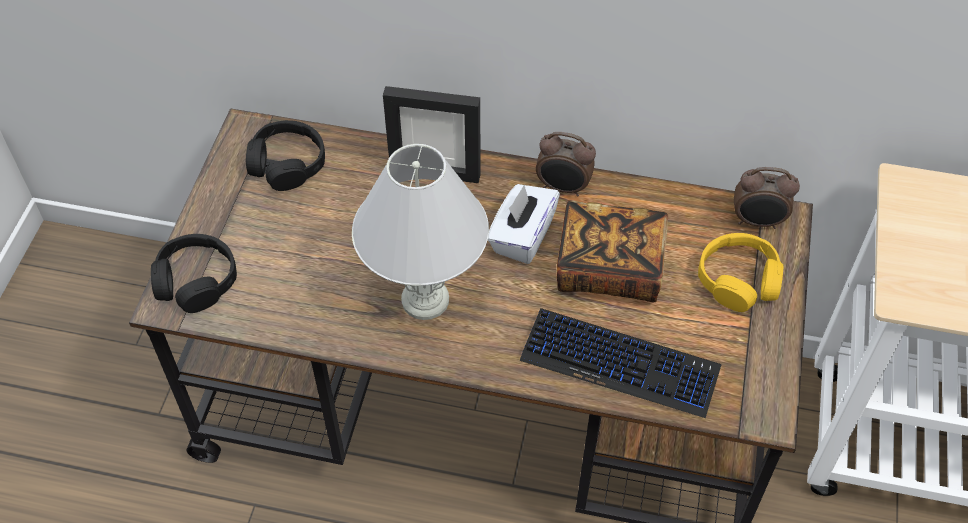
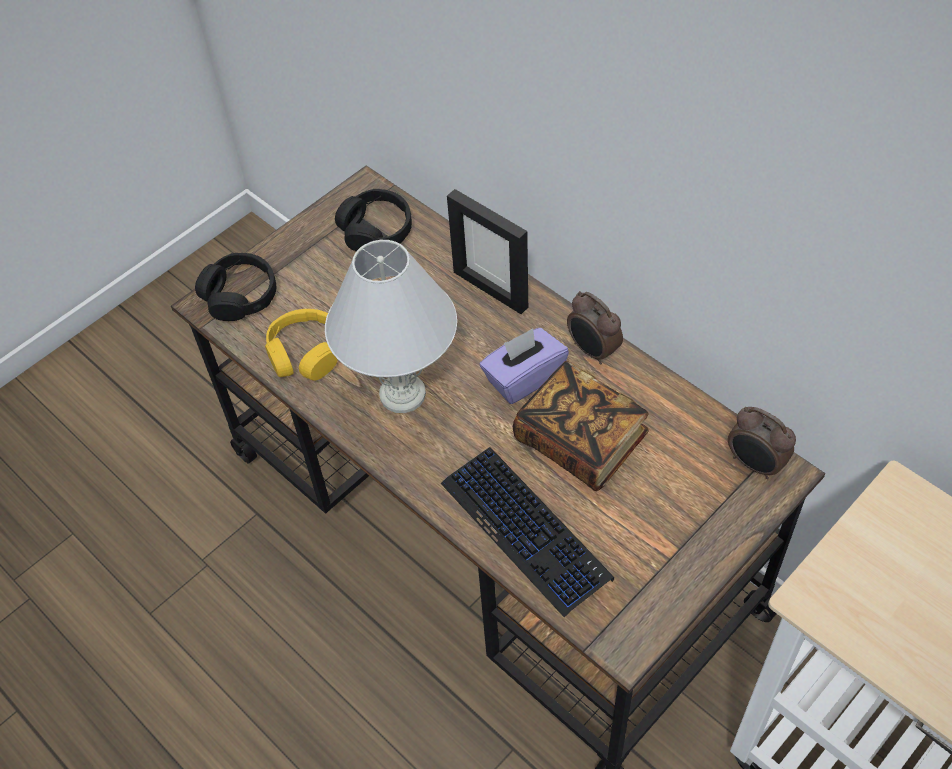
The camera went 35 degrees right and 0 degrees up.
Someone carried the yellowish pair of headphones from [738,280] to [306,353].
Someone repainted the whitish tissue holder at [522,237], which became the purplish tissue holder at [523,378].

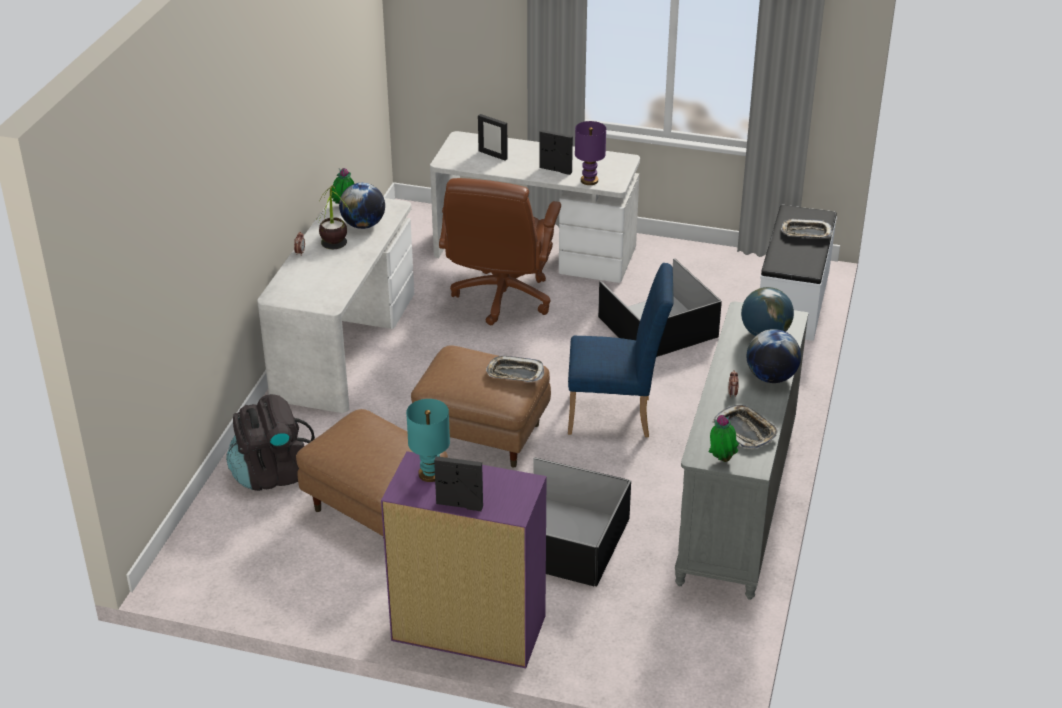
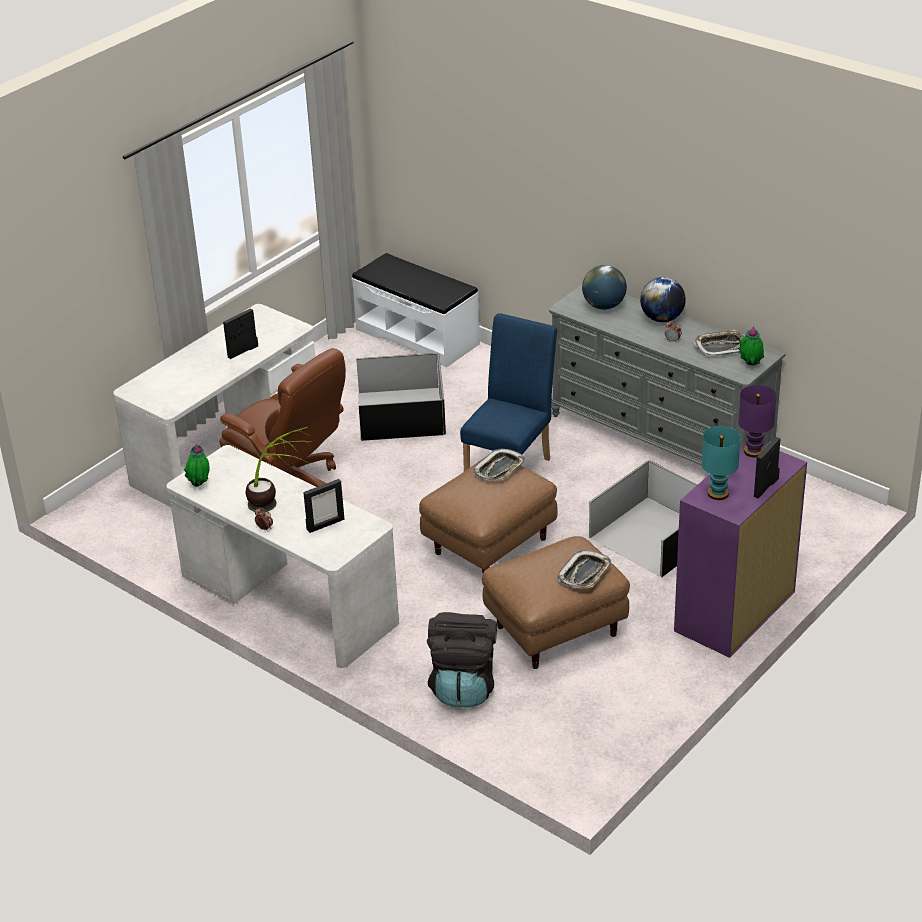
The camera went 65 degrees left and 0 degrees up.
Someone took away the desk globe at [363,225].
Someone carried the picture frame from [493,154] to [325,524].
Someone carried the purplish lamp for a table from [589,180] to [753,451].
Someone carried the serving tray from [806,233] to [585,574].

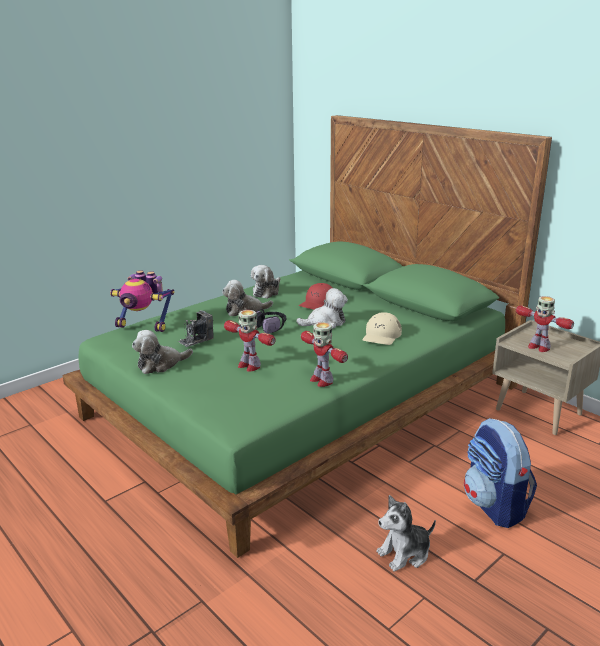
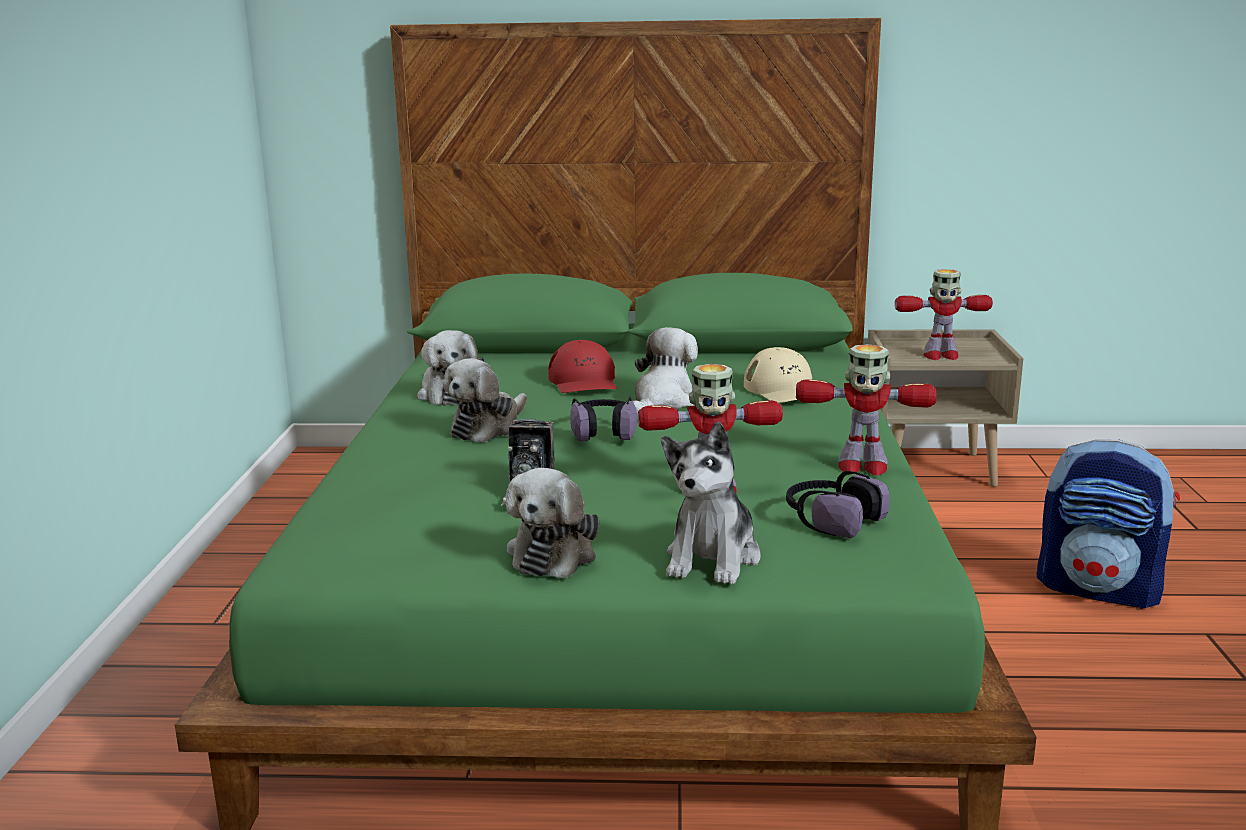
The camera went 45 degrees left and 5 degrees down.
Someone took away the robot figure at [144,326].
Someone put down the pair of headphones at [831,520].
Someone carried the cuddly toy from [405,553] to [713,558].

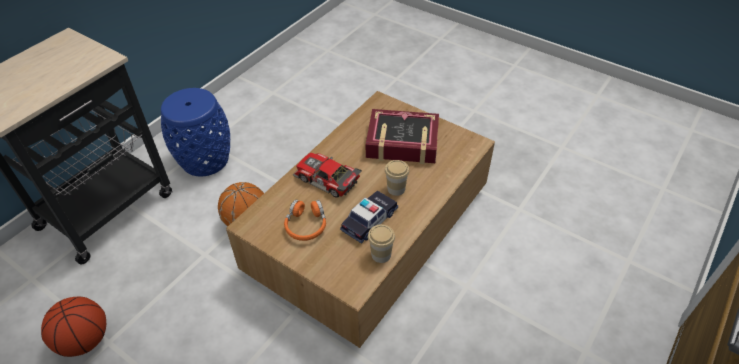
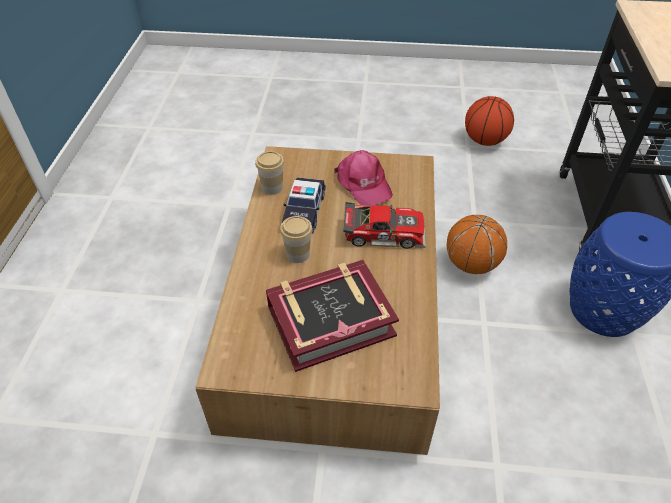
The camera went 150 degrees right and 0 degrees up.
Someone swapped the orange pair of headphones at [306,225] for the pink baseball cap at [363,184].

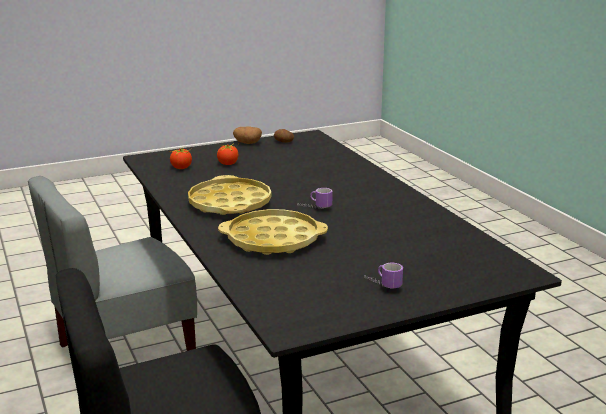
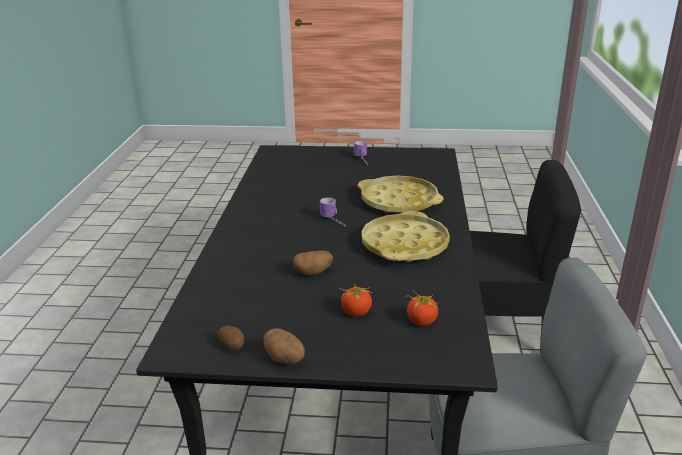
The camera went 150 degrees left and 5 degrees up.
Someone put down the whole potato at [313,272].

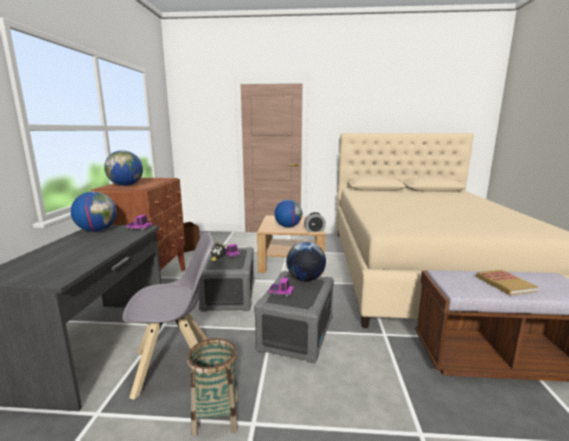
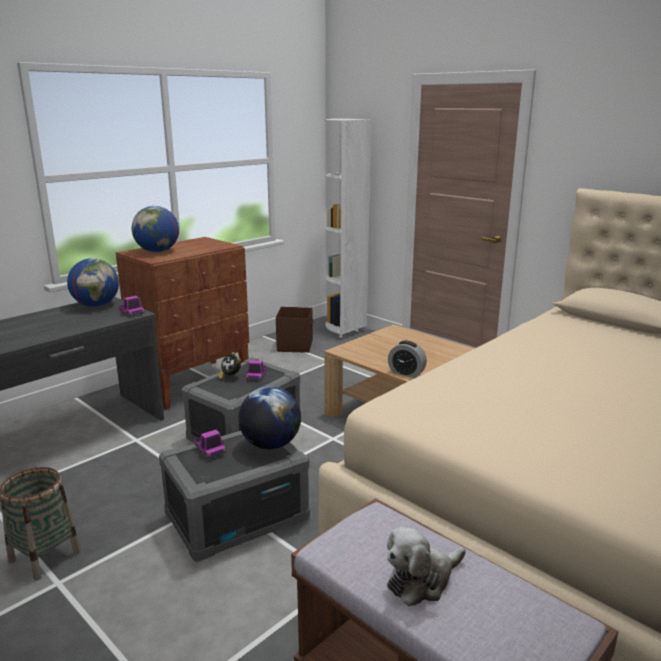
The camera went 40 degrees right and 5 degrees up.
Someone took away the grey plain chair at [177,365].
Someone took away the desk globe at [288,226].
Someone put down the whitish bookcase at [342,330].
Someone swapped the bound book at [504,284] for the cuddly toy at [422,580].

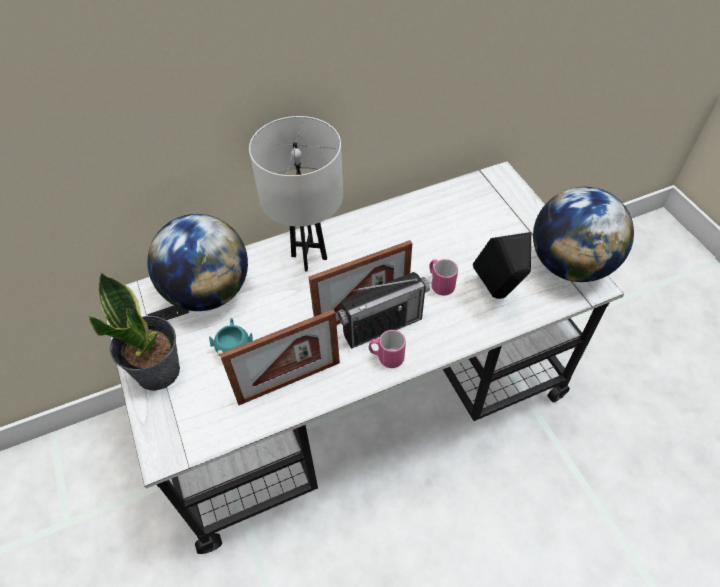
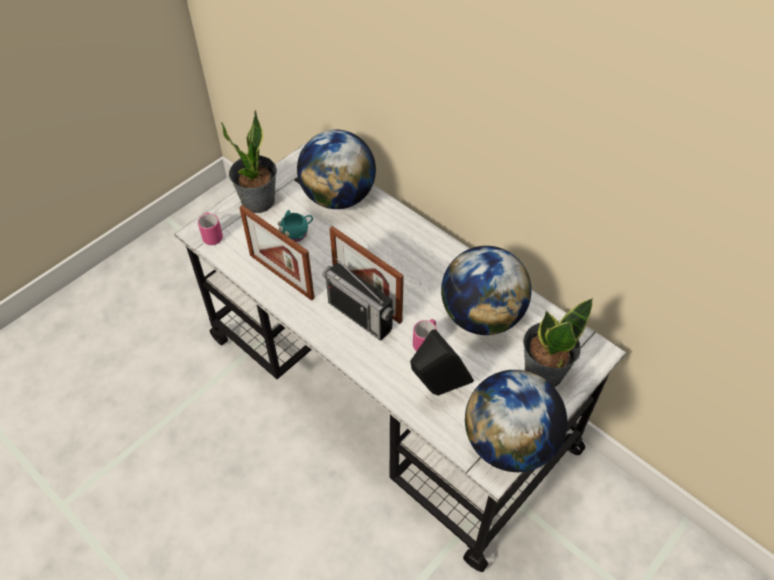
The camera went 65 degrees right and 0 degrees up.
Someone took away the whitish lamp for a table at [309,257].
Someone put down the desk globe at [481,316].
Someone put down the potted plant at [543,371].
Someone carried the pink coffee mug from [386,357] to [212,235].

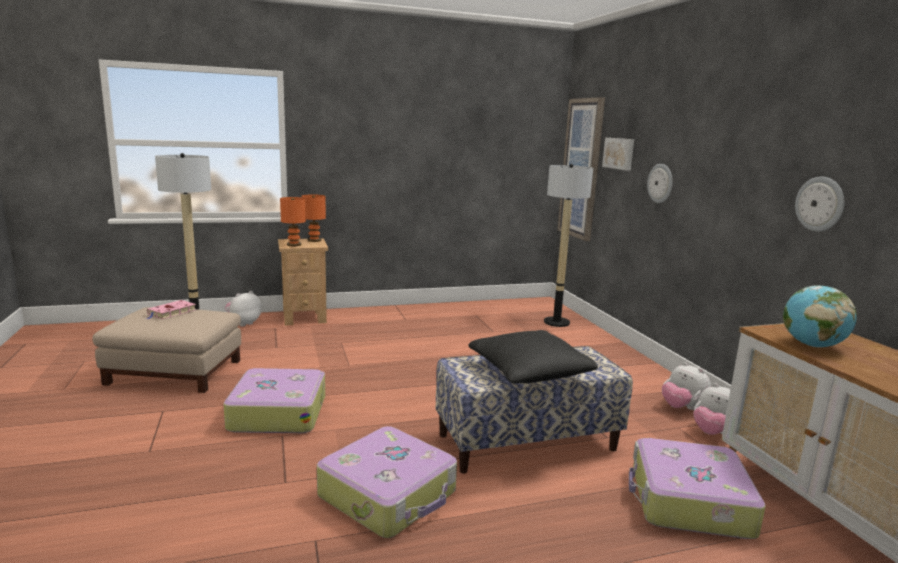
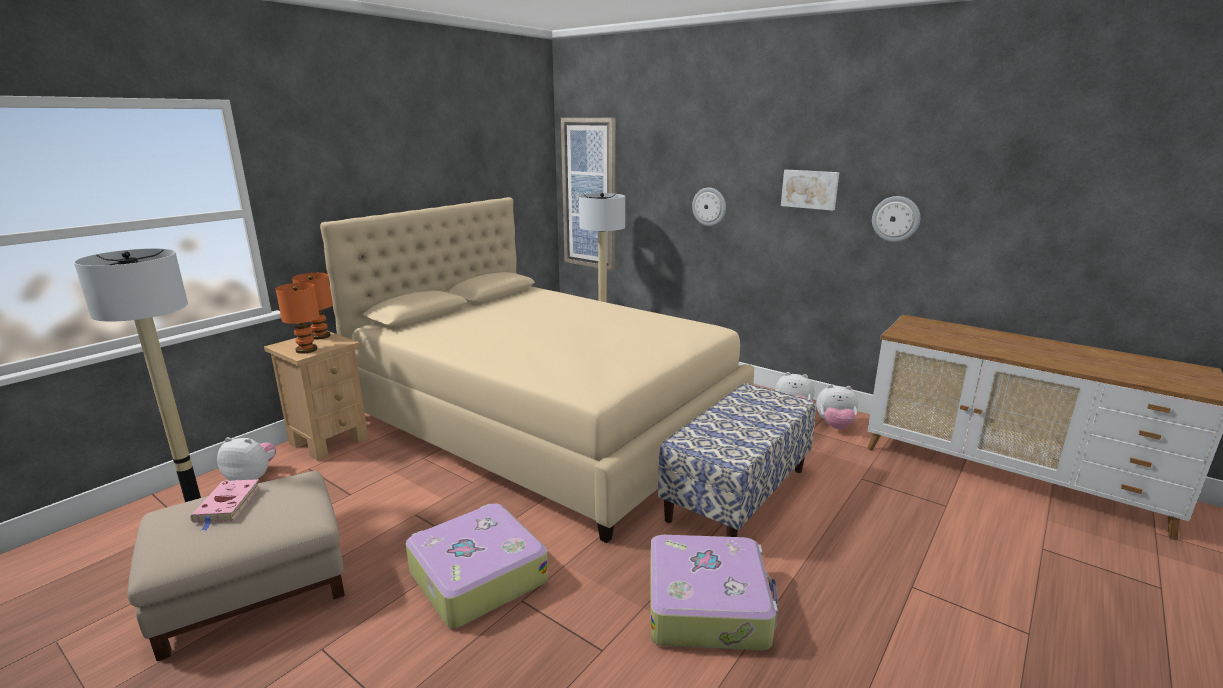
The camera went 35 degrees left and 5 degrees up.
Someone took away the black-coloured cushion at [529,372].
Someone took away the travel case at [688,502].
Someone took away the desk globe at [812,345].
Someone put down the beige-coloured bed at [546,421].
Someone carried the picture from [619,153] to [810,189].
Someone rotated the cuddly toy at [243,323] by 90 degrees clockwise.

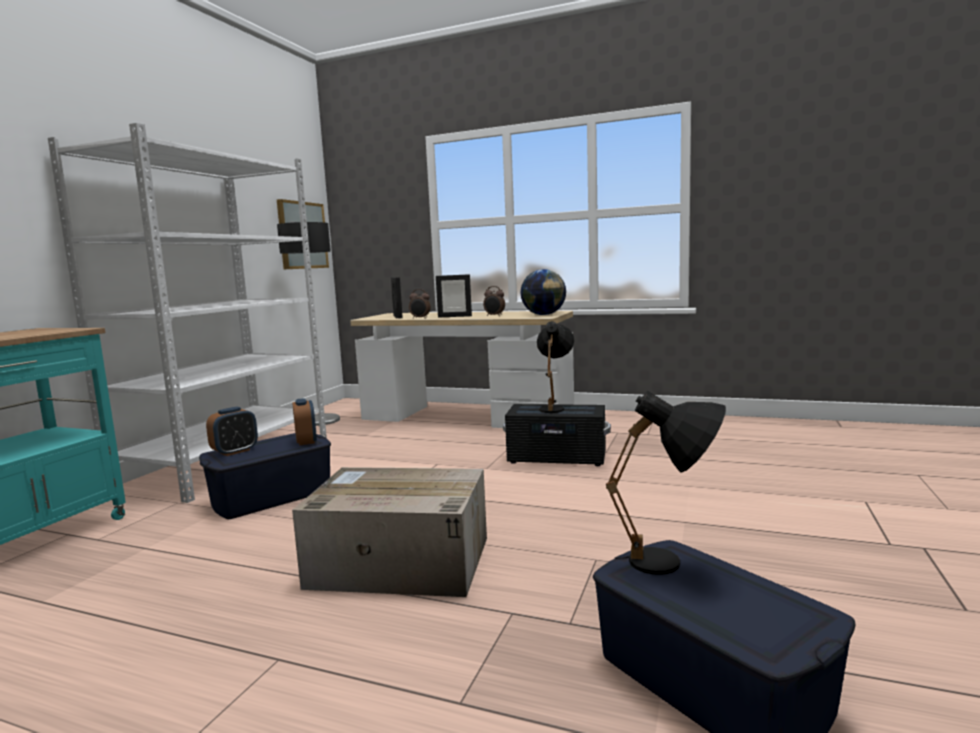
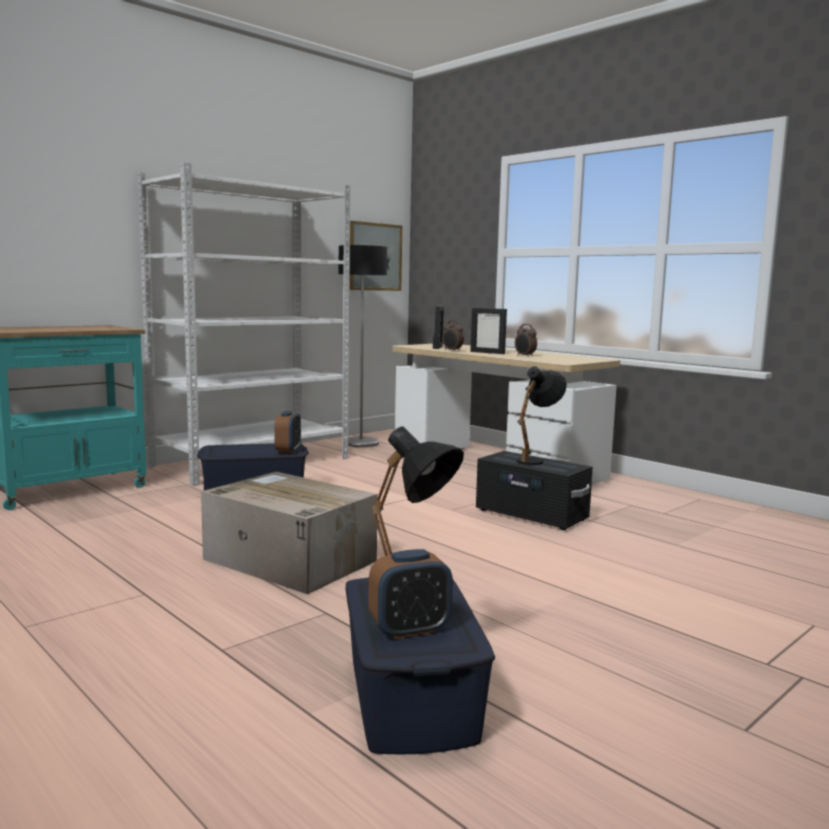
The camera went 25 degrees right and 0 degrees up.
Someone took away the desk globe at [543,315].
Someone carried the table clock from [235,451] to [409,630].

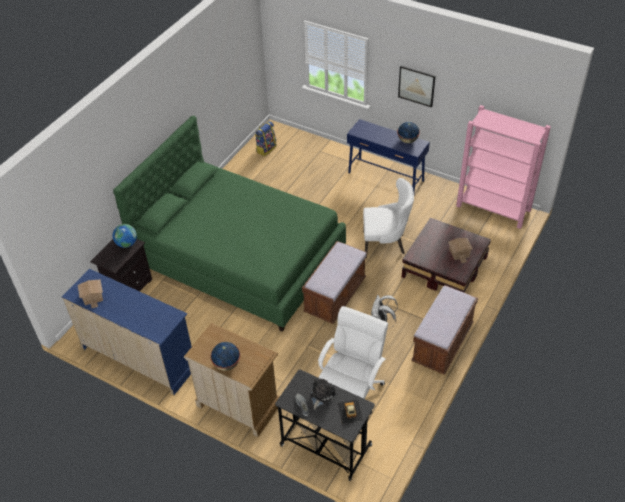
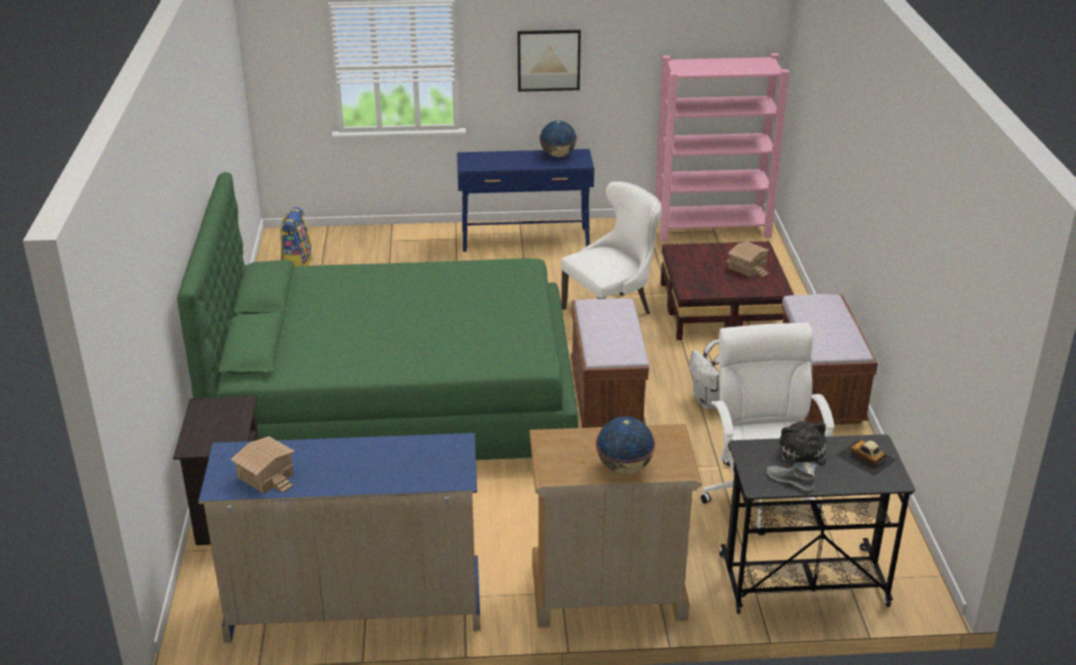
The camera went 35 degrees left and 15 degrees down.
Someone took away the desk globe at [127,244].

